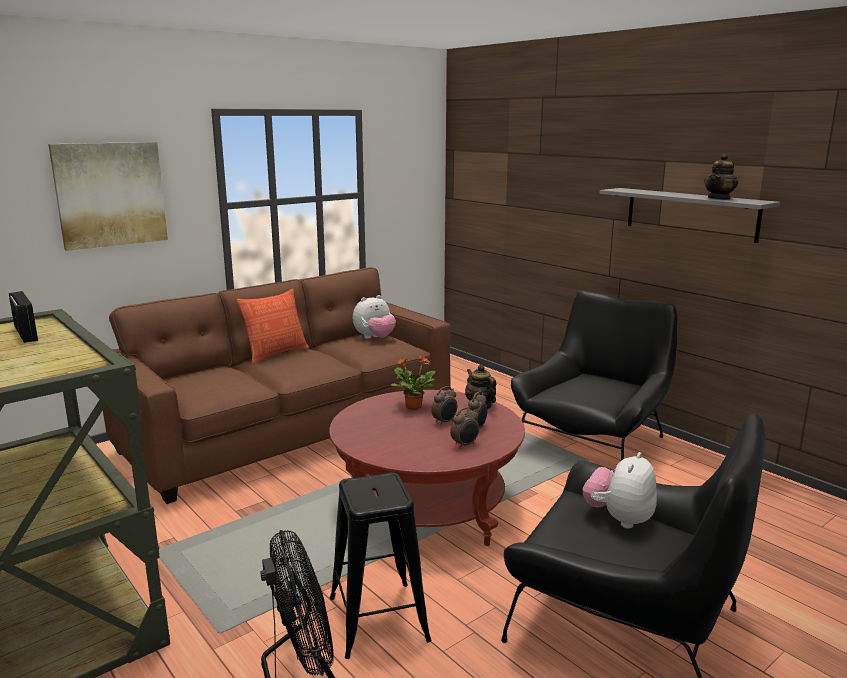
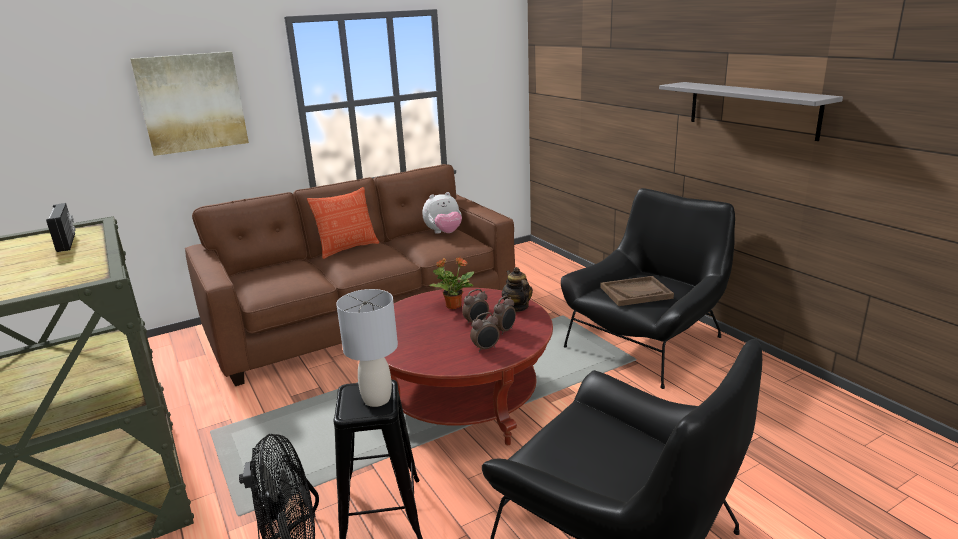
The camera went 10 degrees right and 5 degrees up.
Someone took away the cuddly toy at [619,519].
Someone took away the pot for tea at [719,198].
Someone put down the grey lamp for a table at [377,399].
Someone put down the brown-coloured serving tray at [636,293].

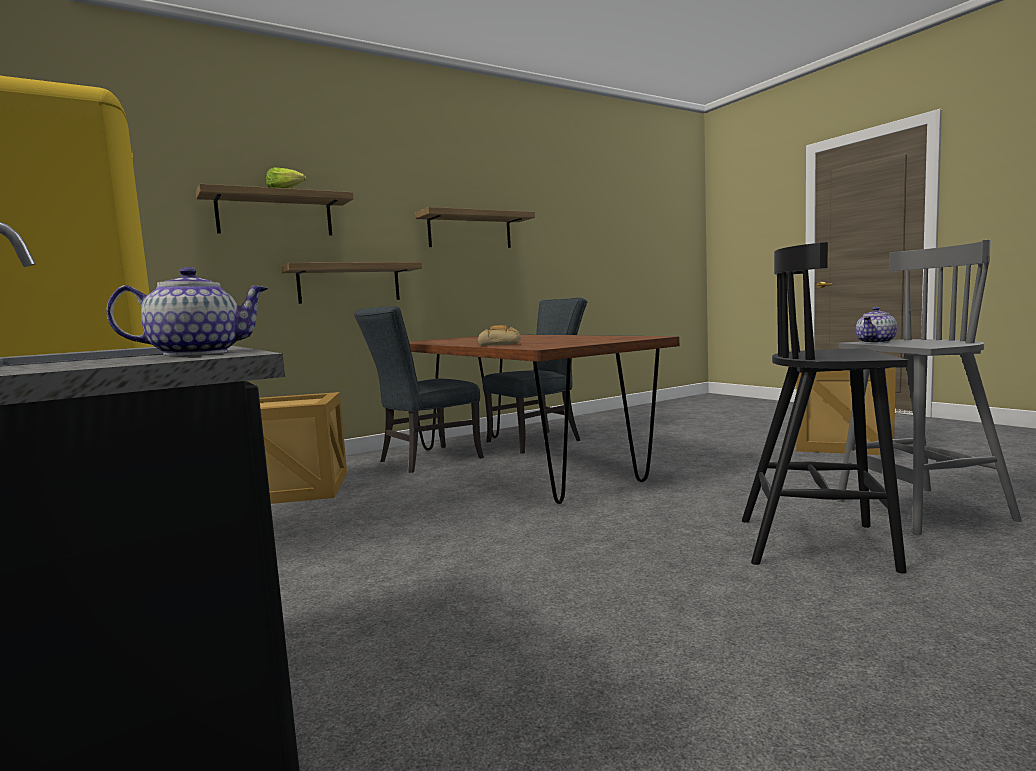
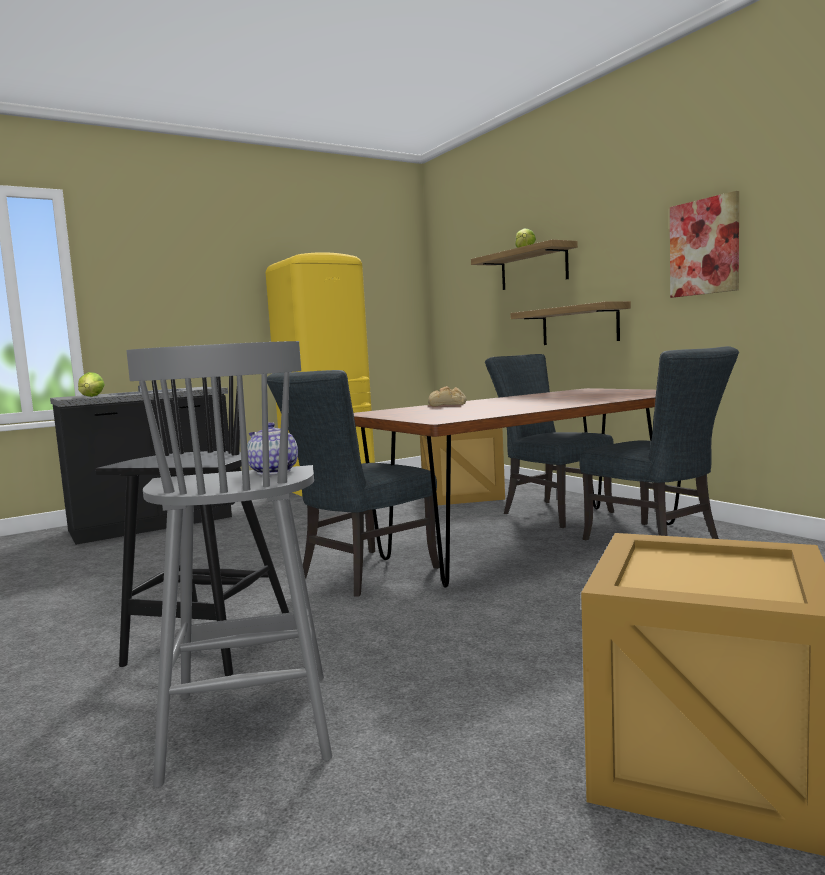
The camera went 90 degrees right and 0 degrees up.
Someone put down the grey plain chair at [361,574].
Someone swapped the pot for tea at [198,353] for the lettuce at [91,397].
Someone swapped the bracket shelf at [470,231] for the picture at [704,247].

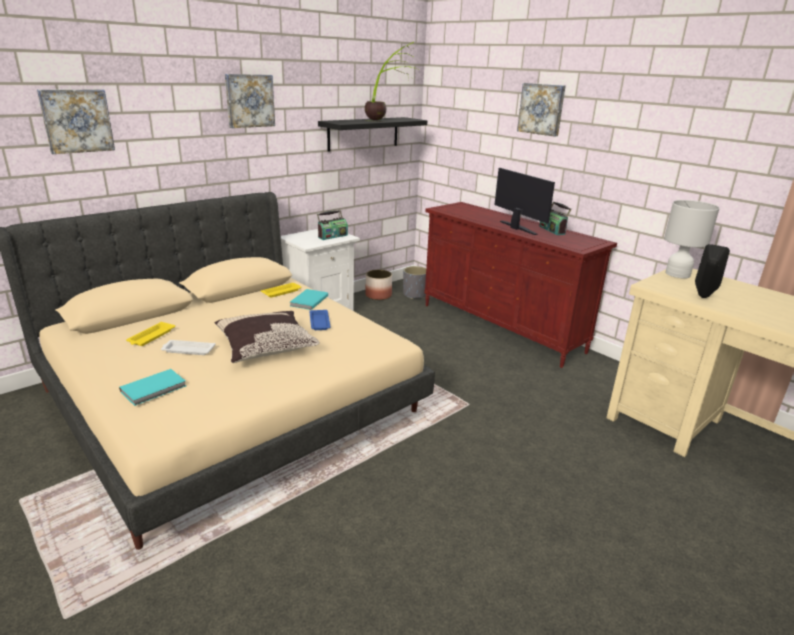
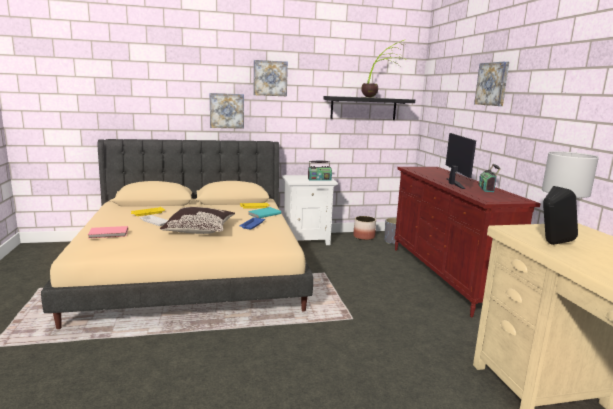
The camera went 30 degrees right and 10 degrees down.
Someone carried the picture from [76,121] to [226,110].
Someone repainted the turquoise bound book at [155,389], which became the pink bound book at [109,234].

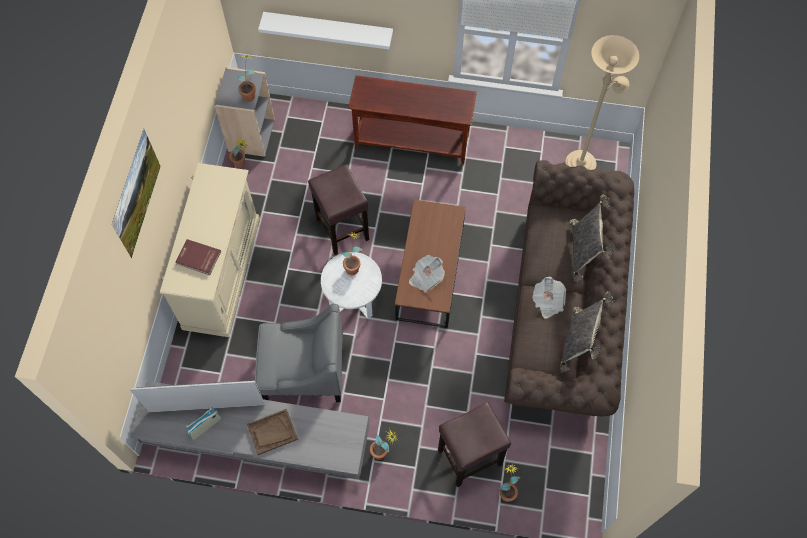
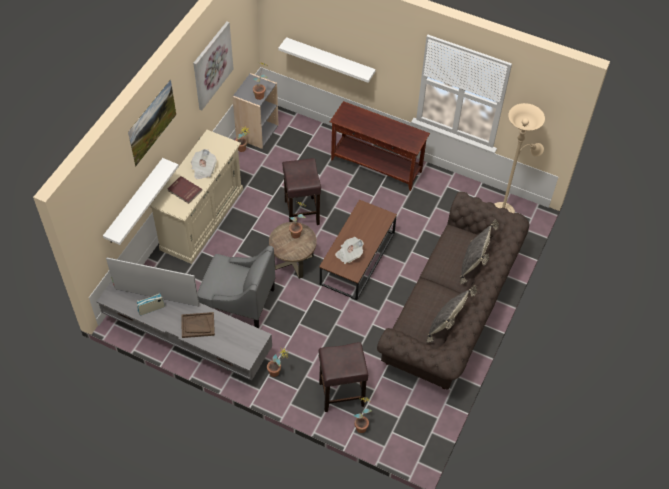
The camera went 15 degrees right and 10 degrees down.
Someone put up the whitish bracket shelf at [134,202].
Someone put up the picture at [212,65].
Someone carried the newspaper from [548,302] to [203,169].
Someone repainted the whitish side table at [353,298], which became the brown-coloured side table at [293,261].

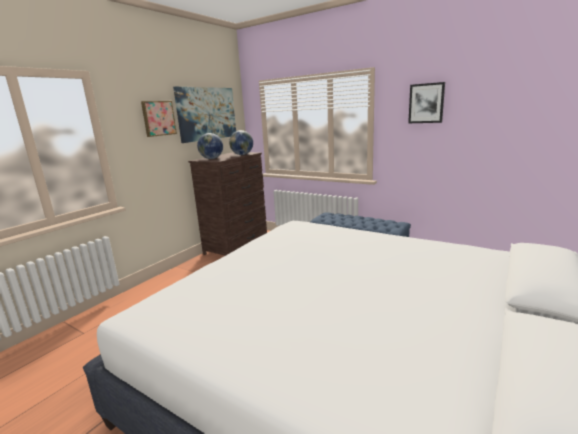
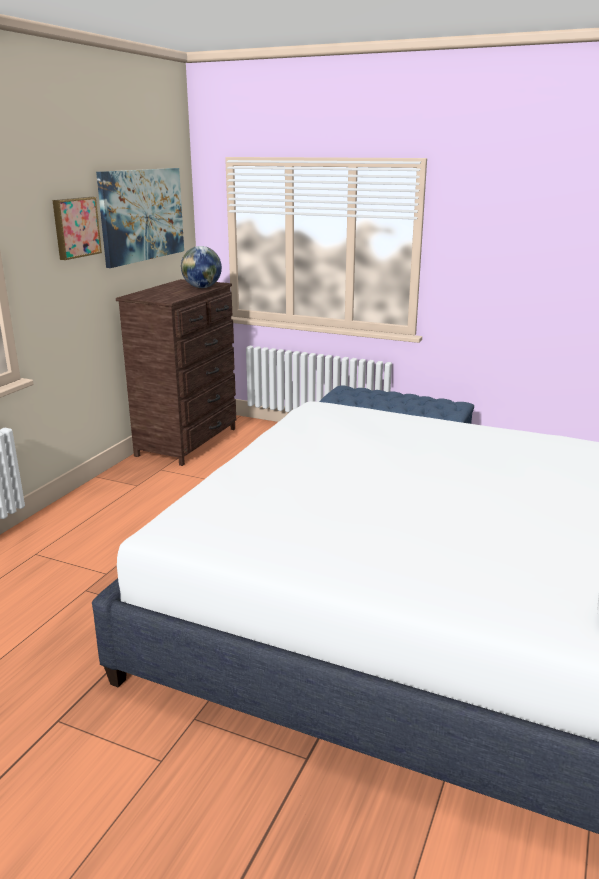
The camera went 10 degrees left and 5 degrees up.
Someone took away the desk globe at [211,158].
Someone took away the picture at [426,103].

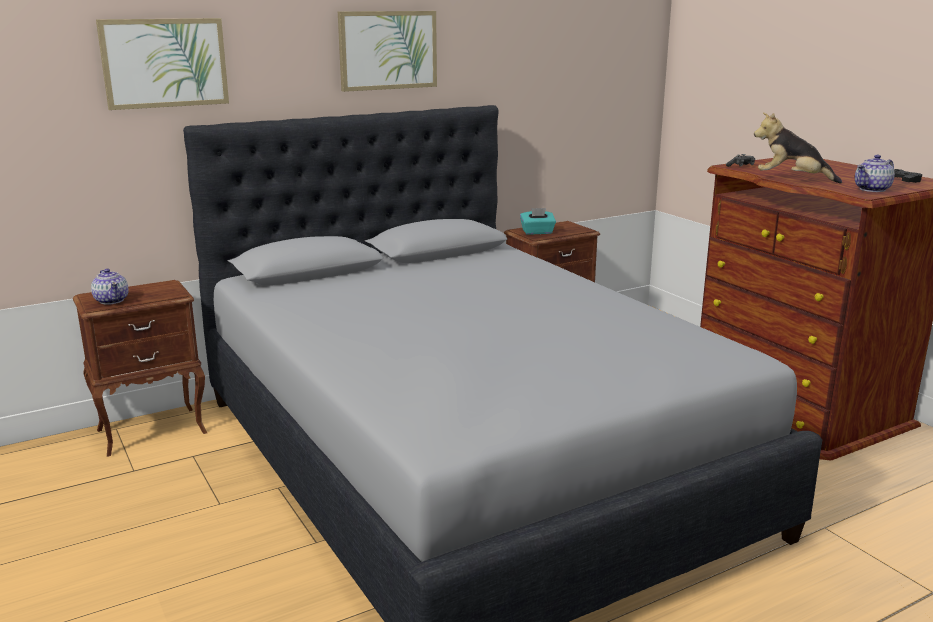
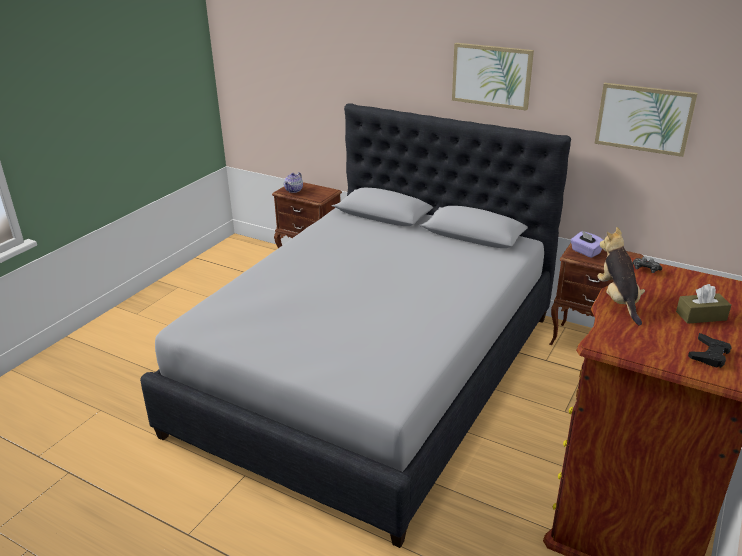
The camera went 60 degrees right and 10 degrees up.
Someone took away the pot for tea at [872,189].
Someone put down the brown-coloured tissue holder at [701,316].
Someone carried the picture from [164,63] to [644,118].
Someone repainted the turquoise tissue holder at [537,232], which became the purplish tissue holder at [585,252].

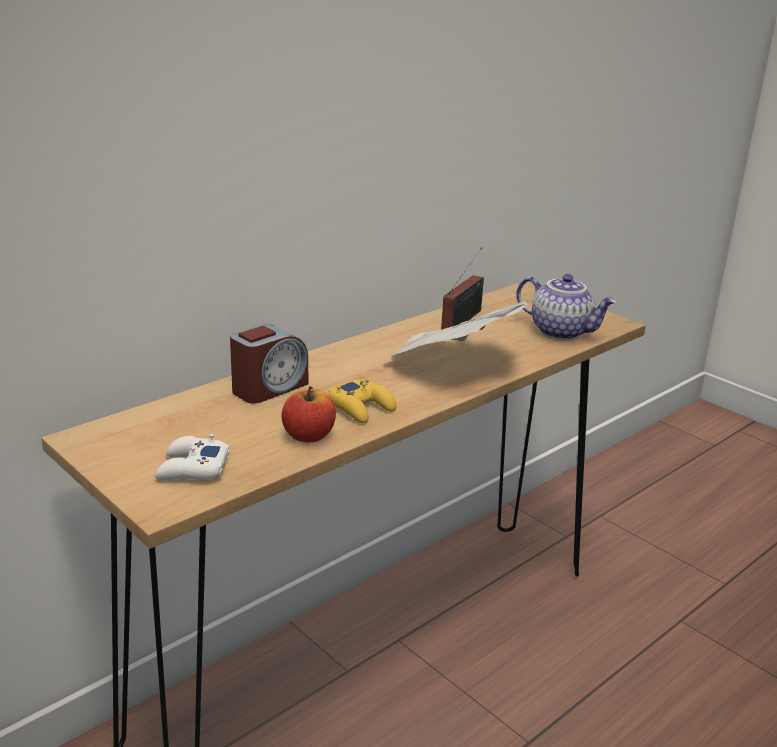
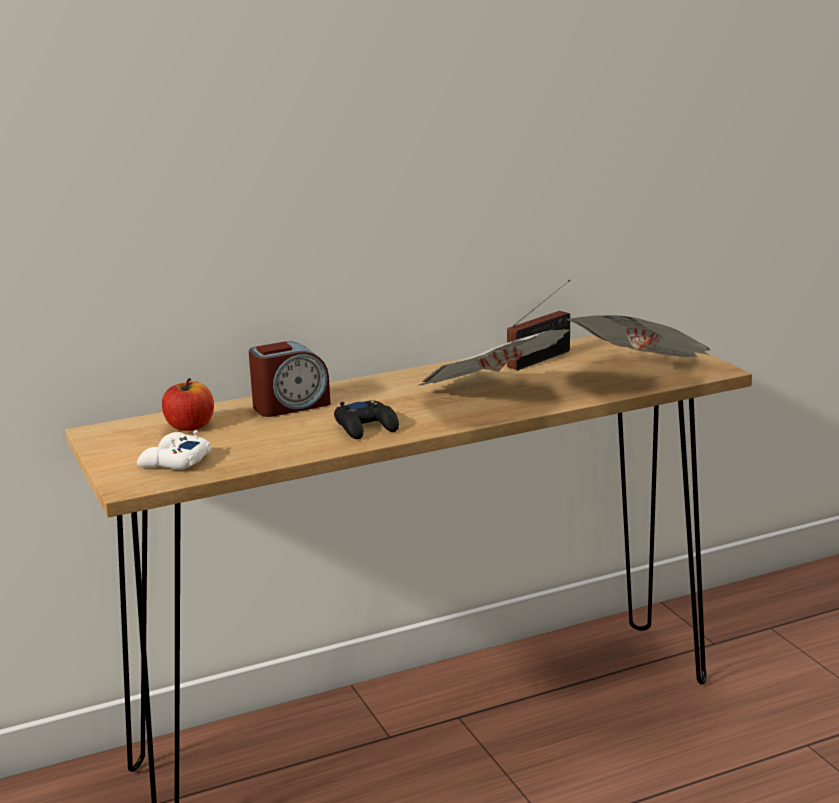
The camera went 20 degrees right and 5 degrees down.
Someone carried the apple fruit from [309,436] to [190,426].
Someone swapped the pot for tea at [561,331] for the newspaper at [643,375].
Someone repainted the yellowish gamepad at [362,408], which became the black-coloured gamepad at [366,427].

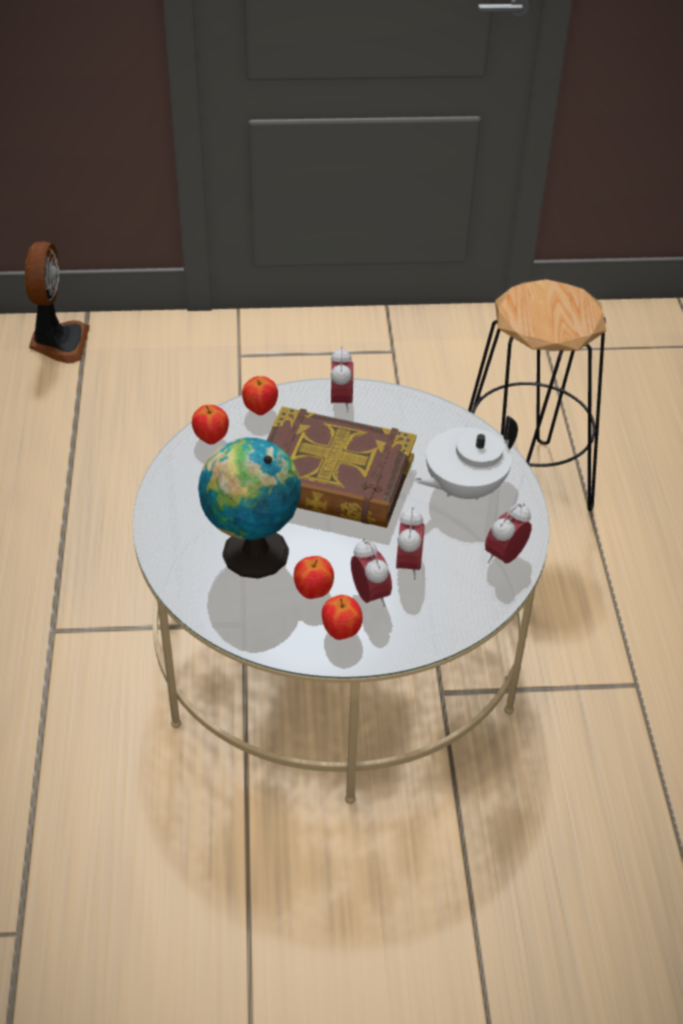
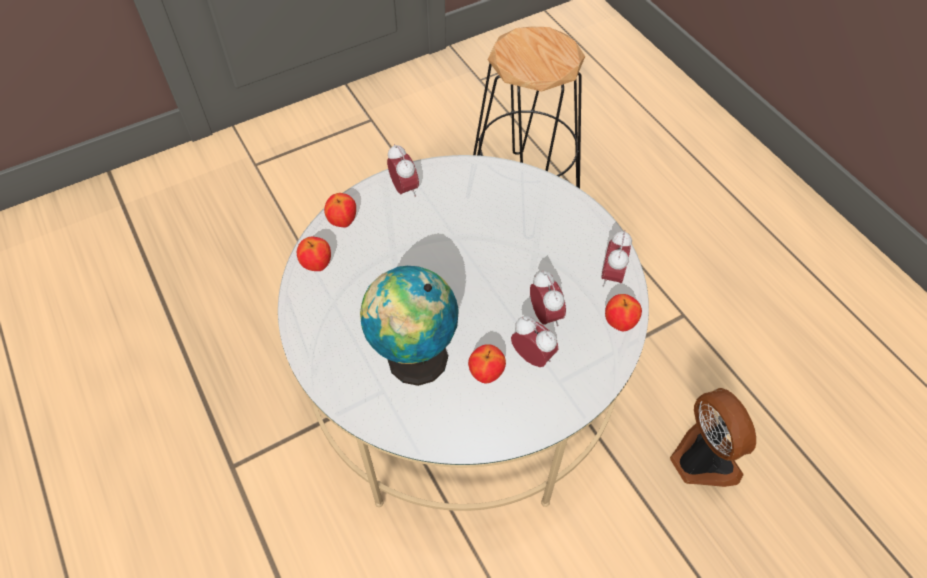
The camera went 25 degrees left and 10 degrees up.
Someone took away the bound book at [332,479].
Someone took away the whitish pot for tea at [463,488].
Someone carried the fan from [58,342] to [701,460].
Someone carried the apple fruit from [341,632] to [619,323].

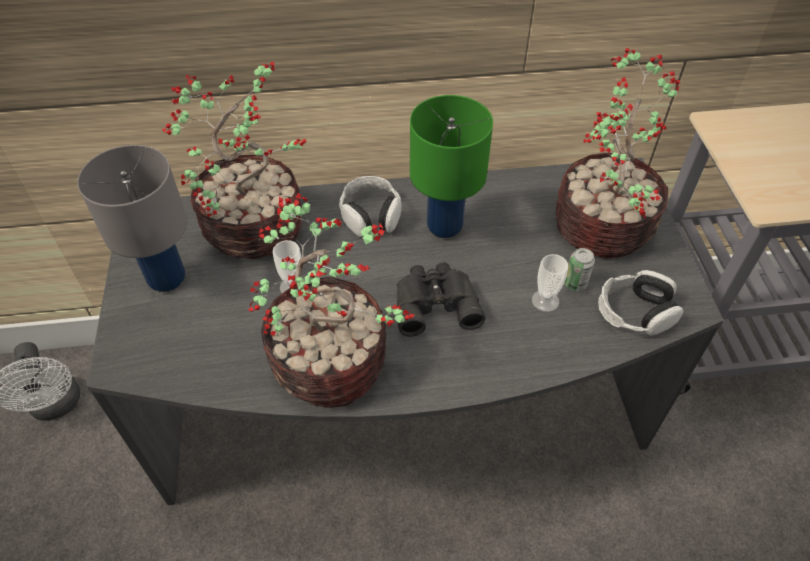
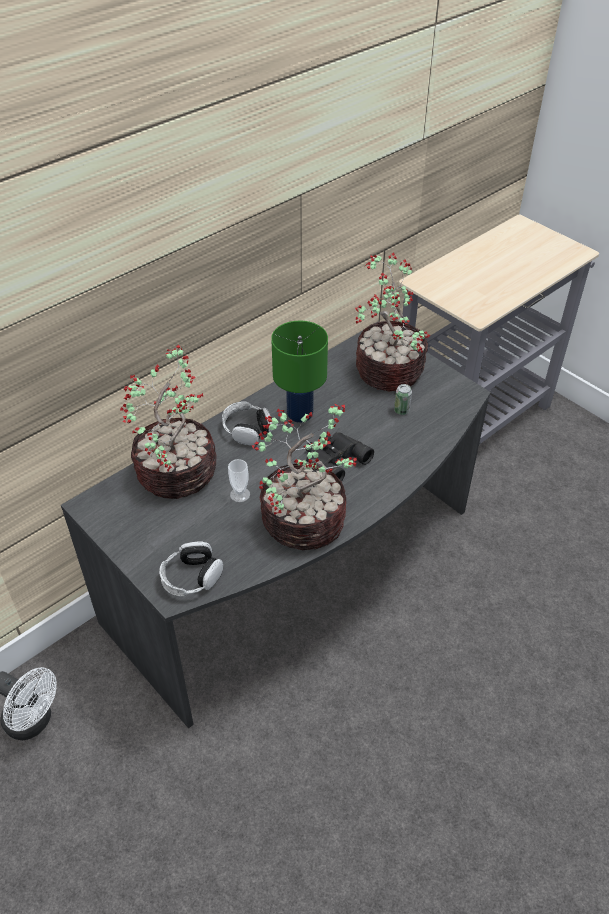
The camera went 35 degrees left and 5 degrees down.
Someone took away the grey lamp for a table at [165,278].
Someone took away the drinking cup at [545,301].
Someone carried the pair of headphones from [635,312] to [191,577].

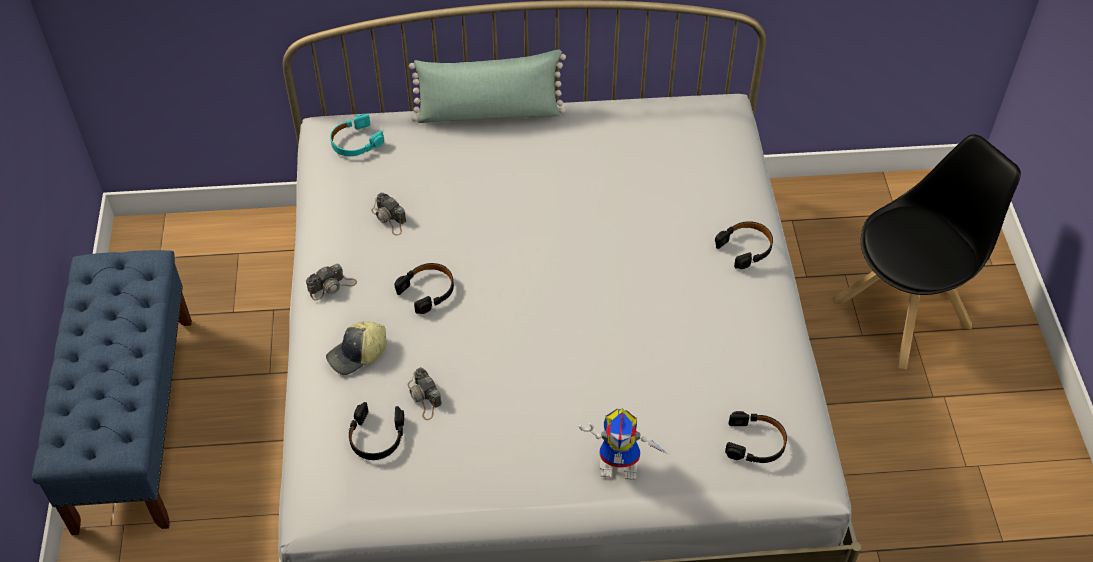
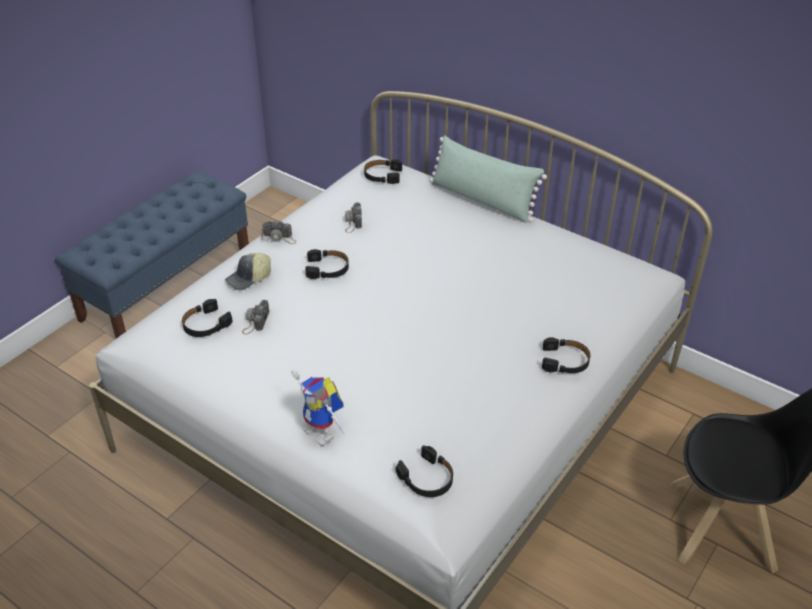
The camera went 40 degrees right and 10 degrees down.
Someone repainted the turquoise pair of headphones at [355,142], which became the black-coloured pair of headphones at [382,175].
Someone rotated the baseball cap at [358,354] by 45 degrees counterclockwise.

